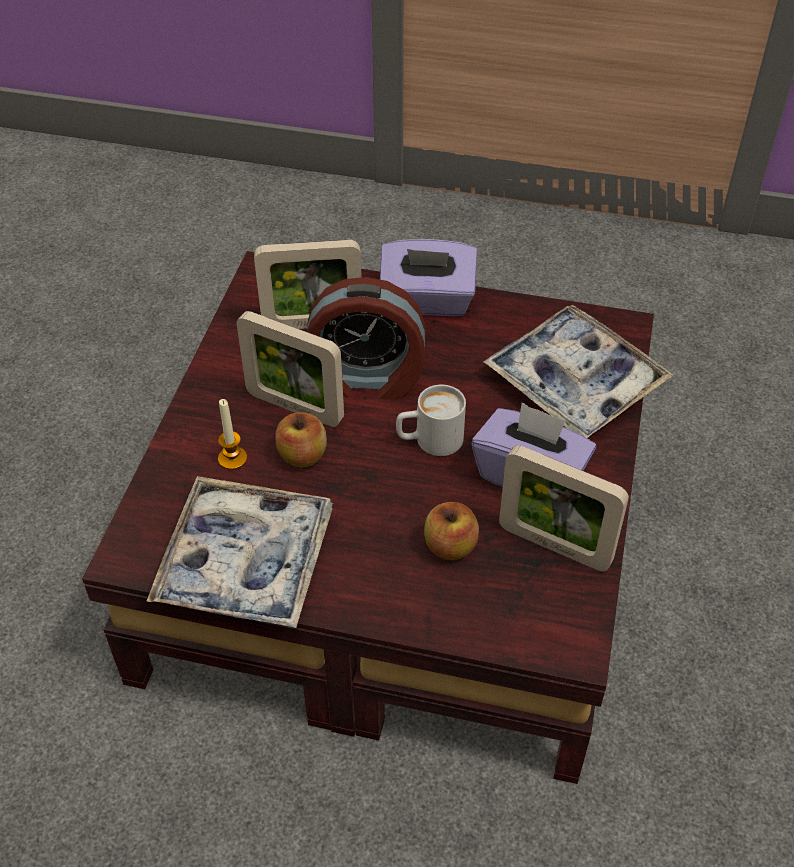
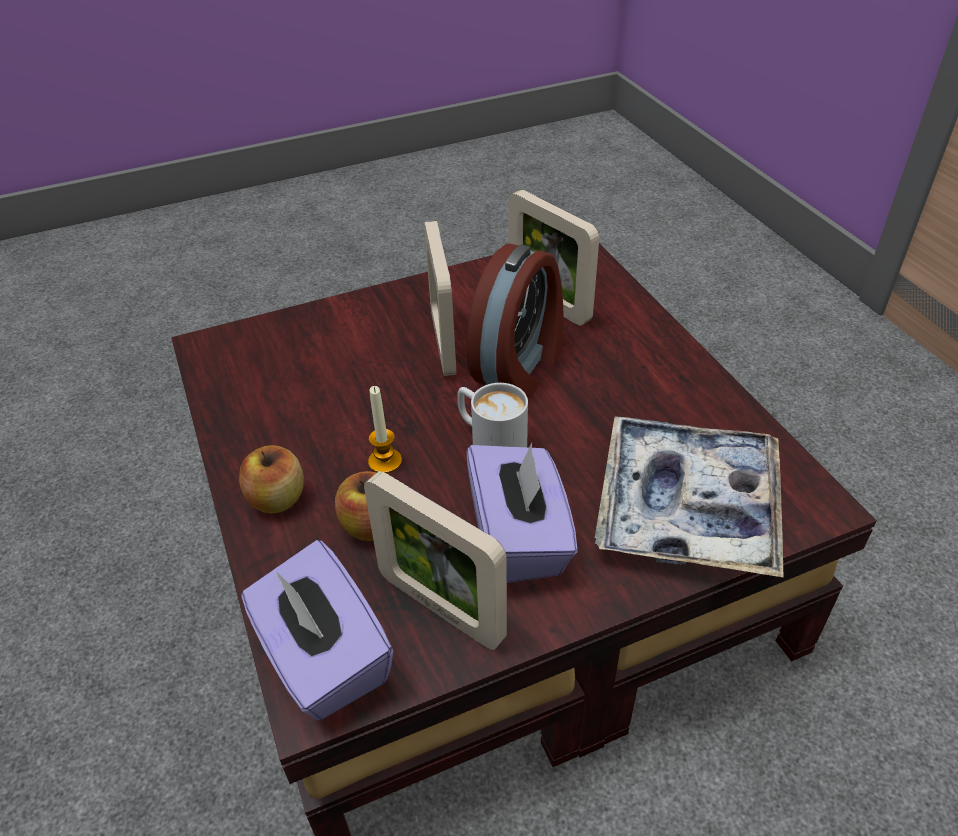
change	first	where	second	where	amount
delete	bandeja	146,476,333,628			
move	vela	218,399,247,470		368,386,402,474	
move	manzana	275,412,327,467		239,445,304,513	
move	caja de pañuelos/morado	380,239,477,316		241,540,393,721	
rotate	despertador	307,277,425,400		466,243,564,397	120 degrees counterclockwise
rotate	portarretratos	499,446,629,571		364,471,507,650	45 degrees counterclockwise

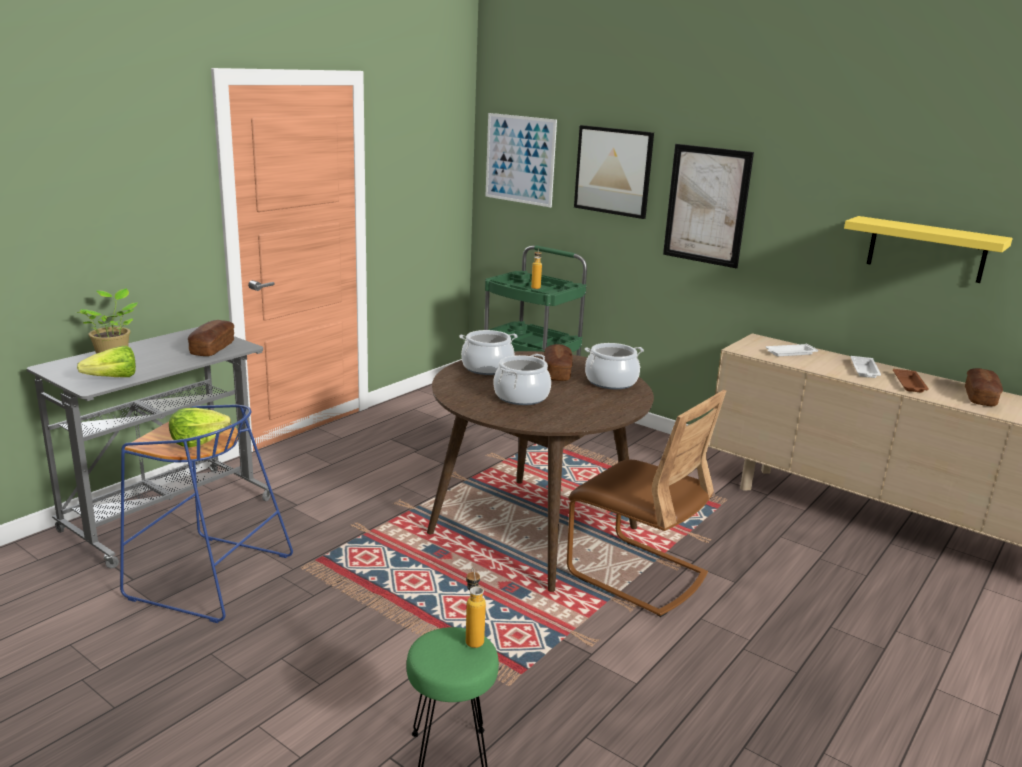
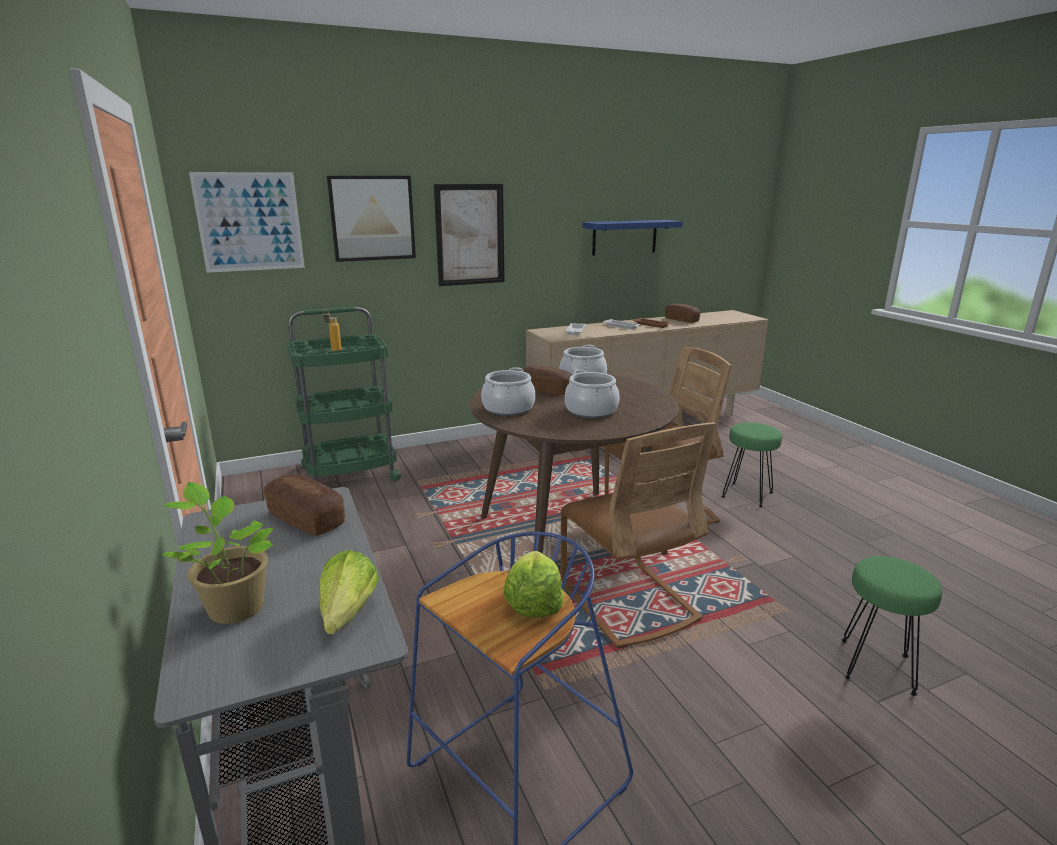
change	first	where	second	where	amount
delete	botella	466,567,486,648			
insert			silla/marrón	561,422,716,648	
insert			taburete/verde	721,422,782,508	
recolor	estante/amarillo	844,216,1013,283	estante/azul	582,220,683,255	

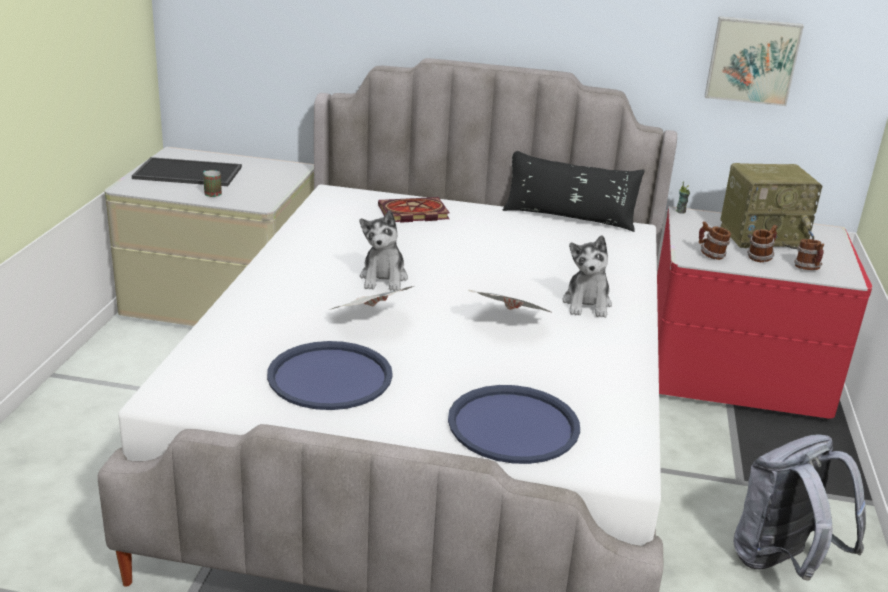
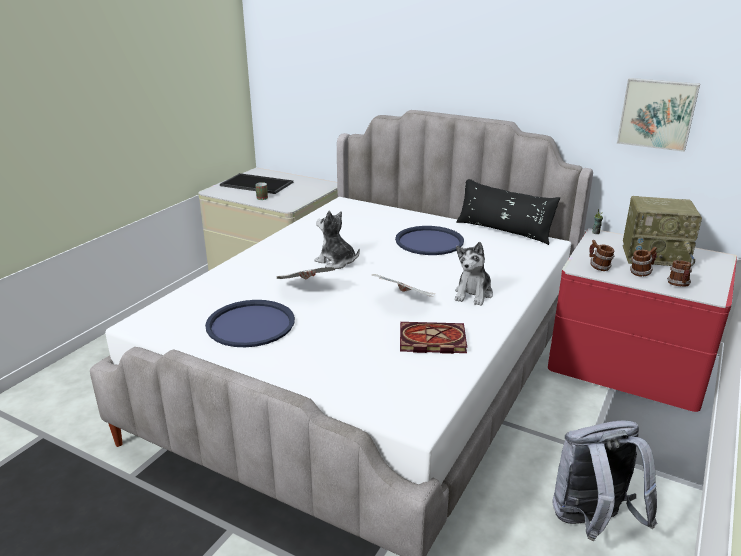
change	first	where	second	where	amount
move	libro	378,197,450,223		400,322,467,354	
move	bandeja/azul	448,385,580,464		395,226,464,255	
rotate	peluche	360,210,408,291		314,211,360,269	105 degrees clockwise

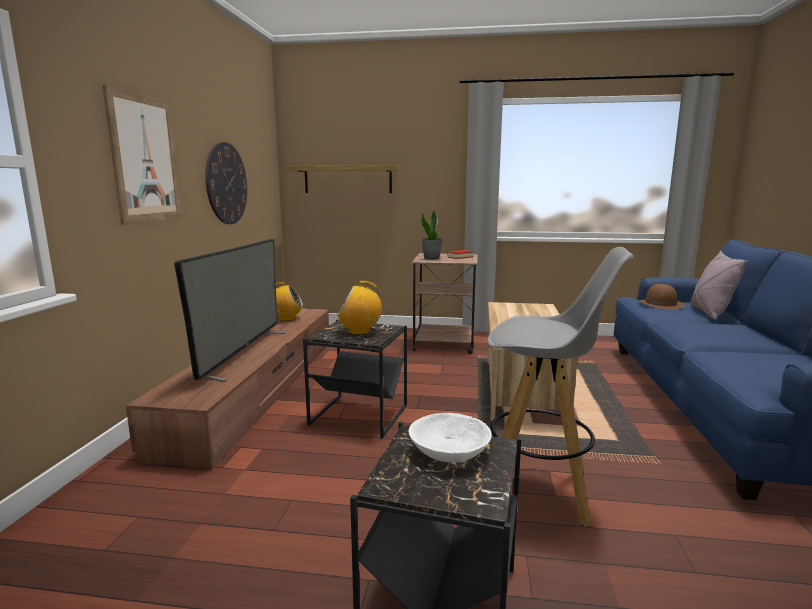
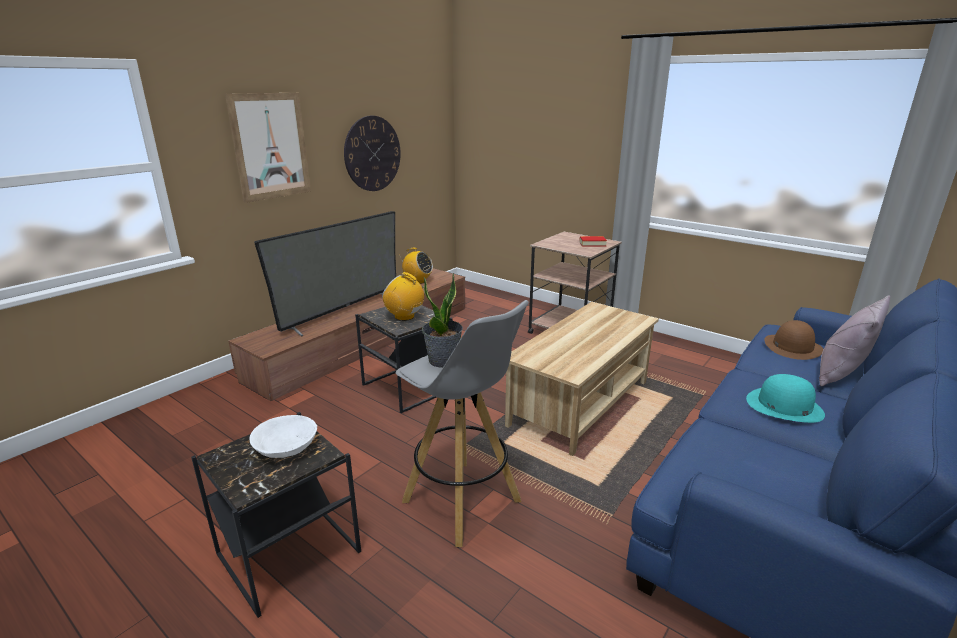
change	first	where	second	where	amount
delete	estante	287,165,401,193			
insert			sombrero/turquesa	746,374,825,423	
move	planta en maceta	421,210,443,260		422,273,463,368	

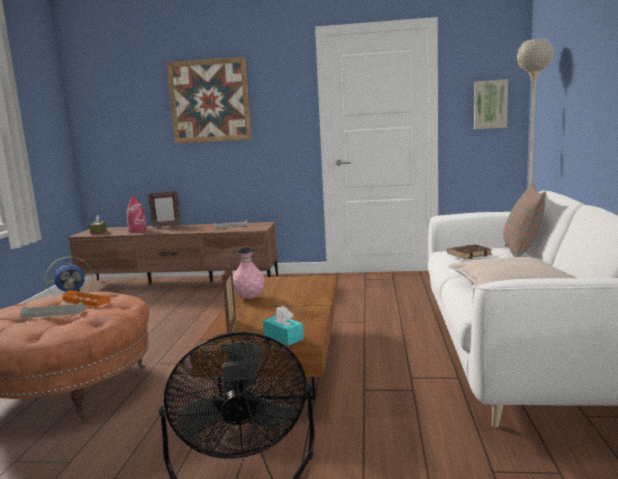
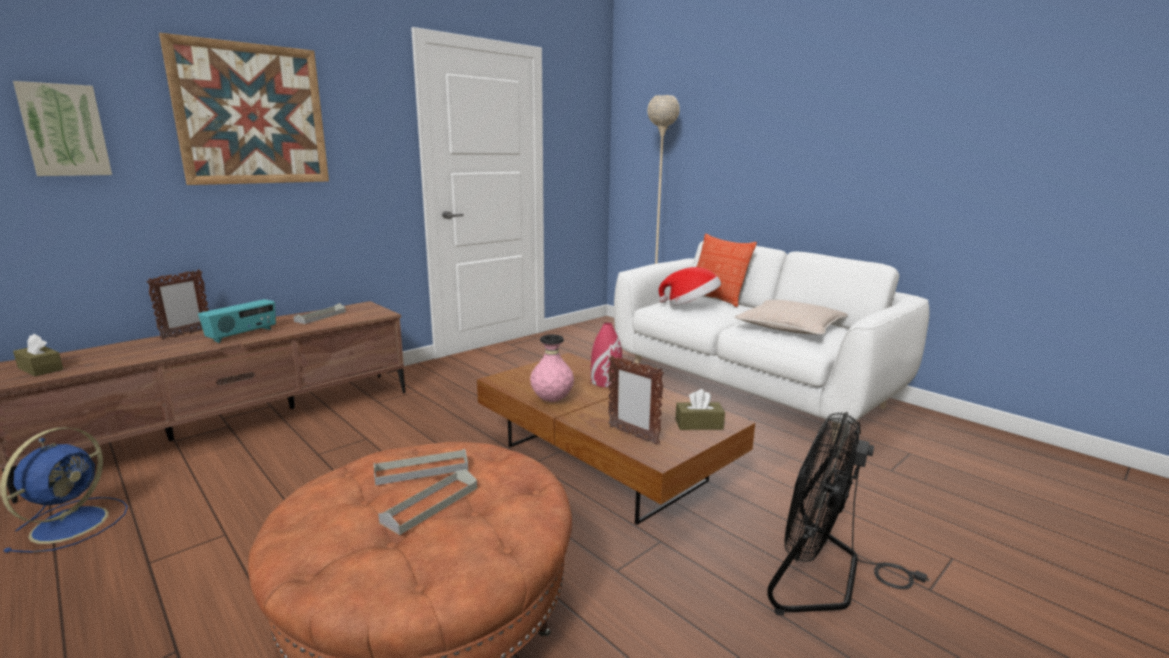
change	first	where	second	where	amount
insert			radio	198,299,276,343	
move	florero/rojo	127,197,147,232		591,322,623,387	
move	cuadro	474,79,508,129		13,81,112,176	
replace	libro/marrón	447,244,492,259	sombrero	659,267,721,306	
recolor	bandeja/naranja	63,290,111,307	bandeja/gris	374,449,468,485	
recolor	caja de pañuelos/turquesa	263,306,304,346	caja de pañuelos/marrón	675,389,725,430	
recolor	cojín/gris	503,183,546,257	cojín/naranja	696,234,757,307	

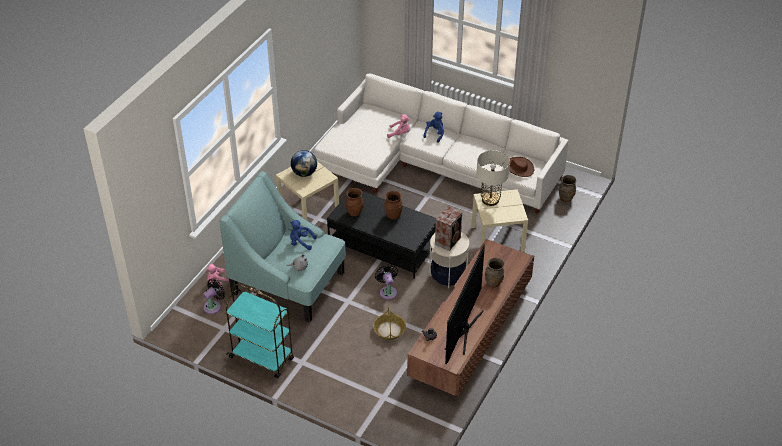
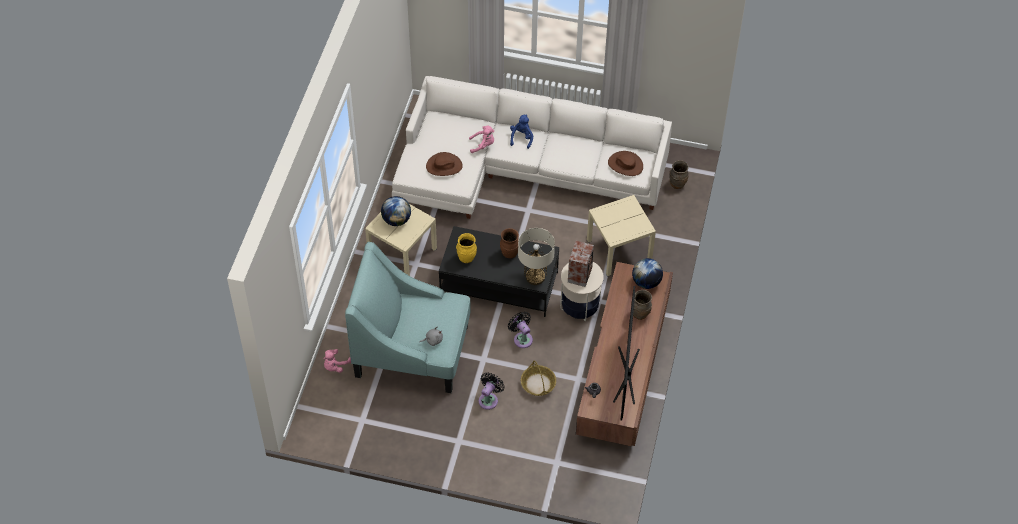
change	first	where	second	where	amount
delete	carrito/turquesa	226,284,294,378			
delete	peluche/azul	290,220,317,250			
insert			sombrero/marrón	426,152,463,176	
insert			globo terráqueo	632,258,663,289	
move	ventilador/negro	203,279,225,314		479,372,505,410	
move	lámpara de mesa	476,150,510,206		518,228,555,285	
recolor	florero/marrón	345,188,363,216	florero/amarillo	456,233,477,263	

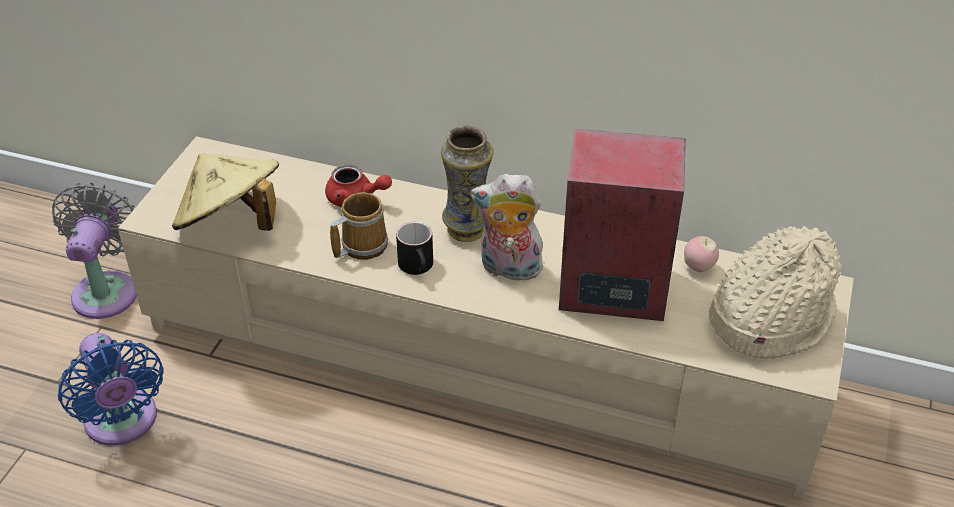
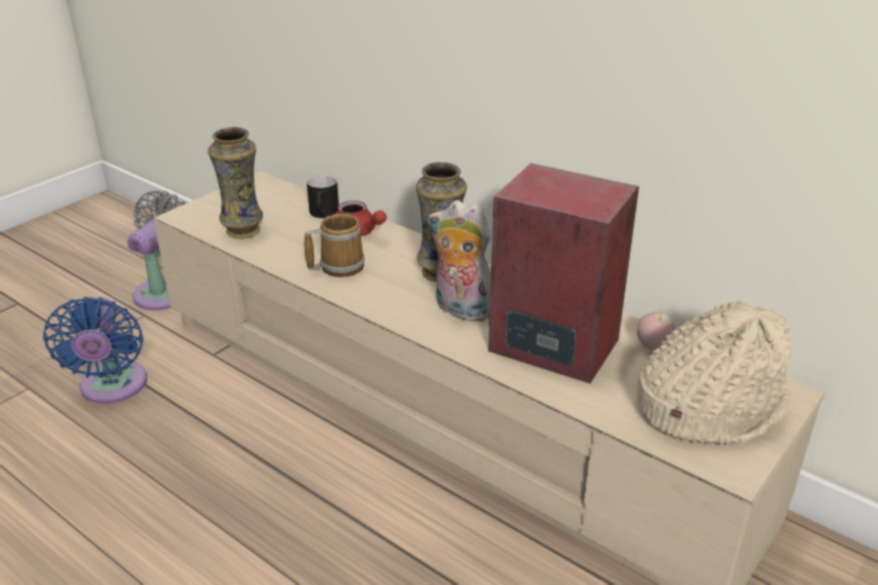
change	first	where	second	where	amount
move	taza grande/negro	396,222,433,275		307,175,339,218	
replace	sombrero/beis	172,153,279,231	florero	208,127,263,239	

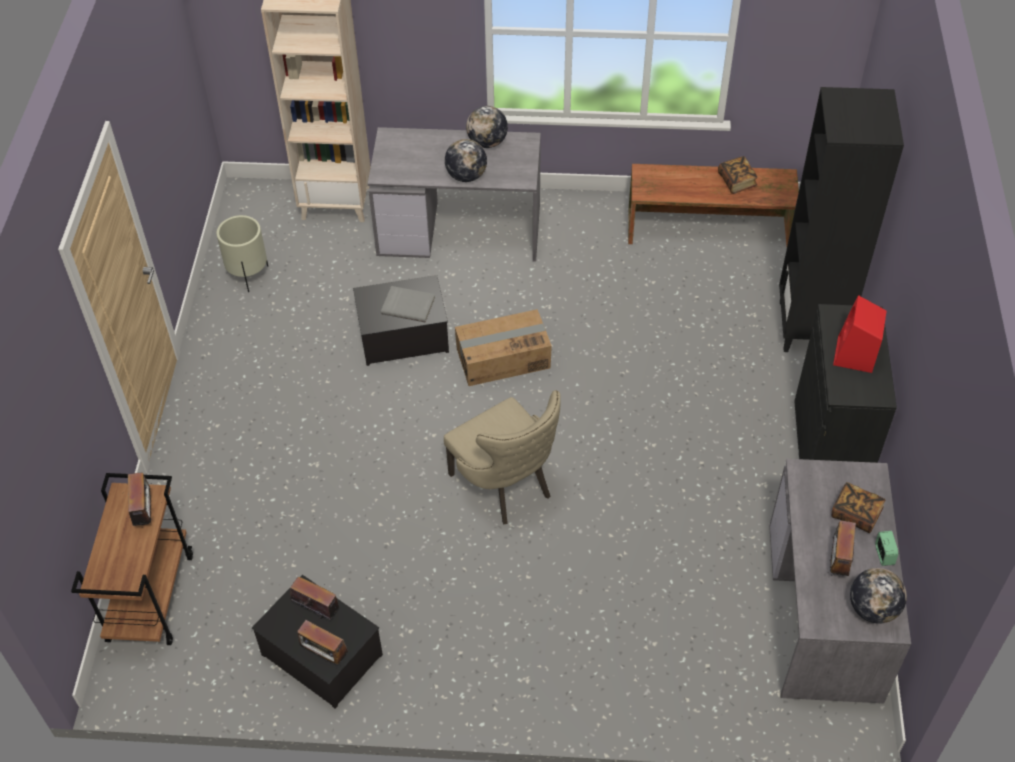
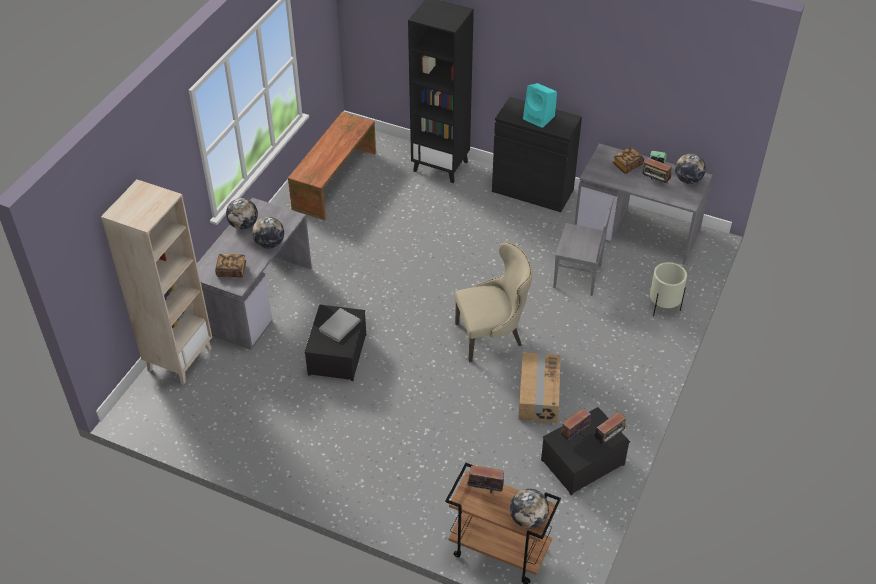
change	first	where	second	where	amount
insert			globo terráqueo	510,489,549,529	
insert			silla/gris	553,196,614,296	
move	maceta/beis	216,215,268,292		650,262,687,316	
move	caja de cartón	455,309,552,386		518,352,561,423	
move	libro	718,156,758,194		215,254,246,278	
recolor	altavoz/rojo	833,295,887,373	altavoz/turquesa	523,83,557,128	

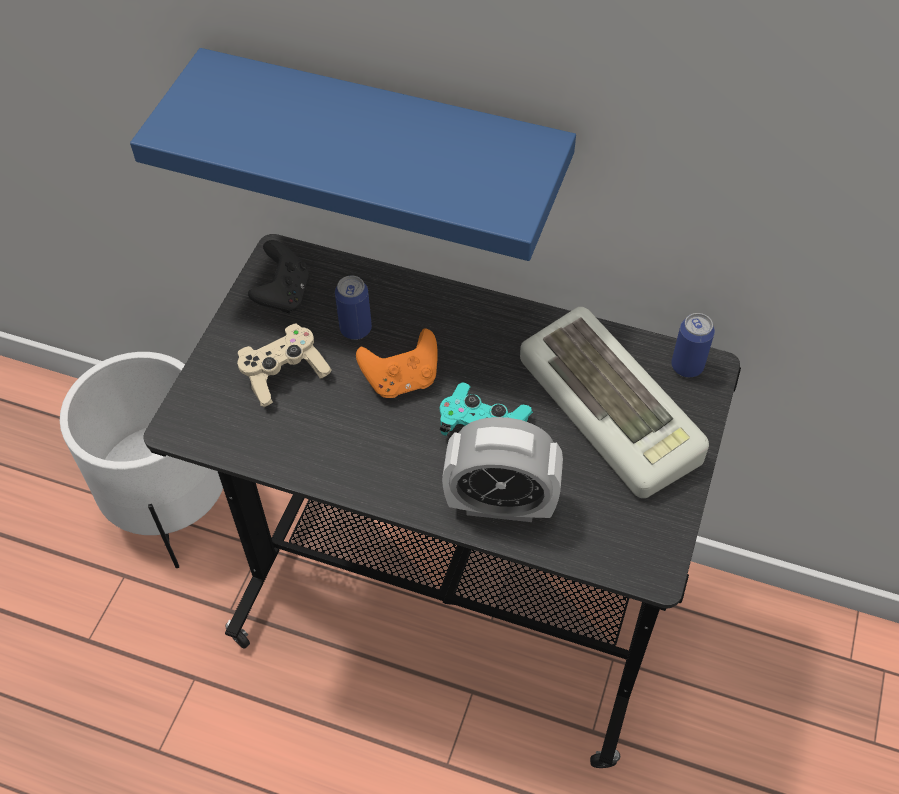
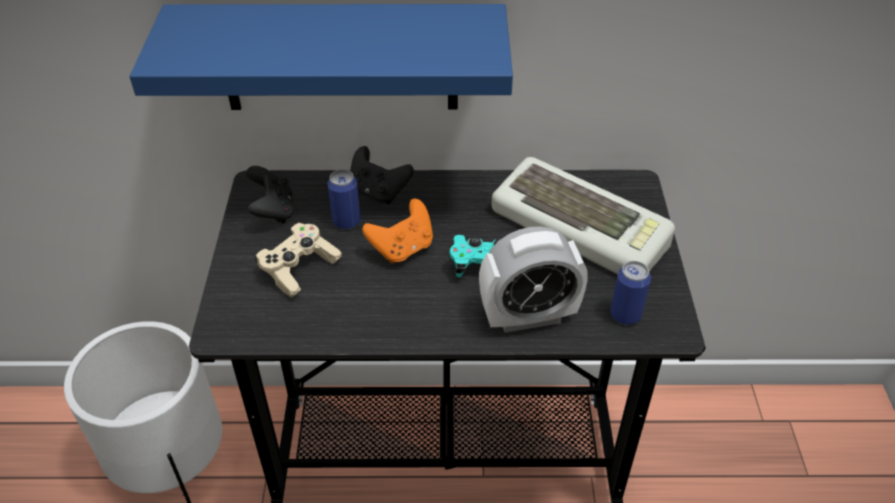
change	first	where	second	where	amount
insert			mando de consola/negro	350,146,414,204	
move	lata	671,313,715,378		611,261,651,325	

